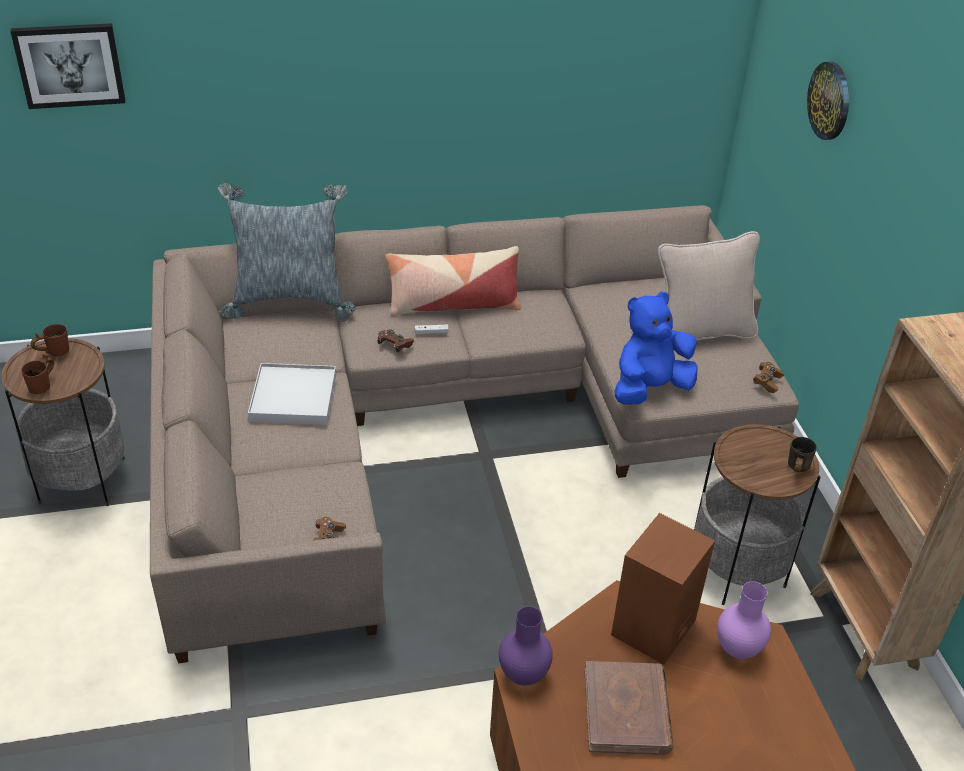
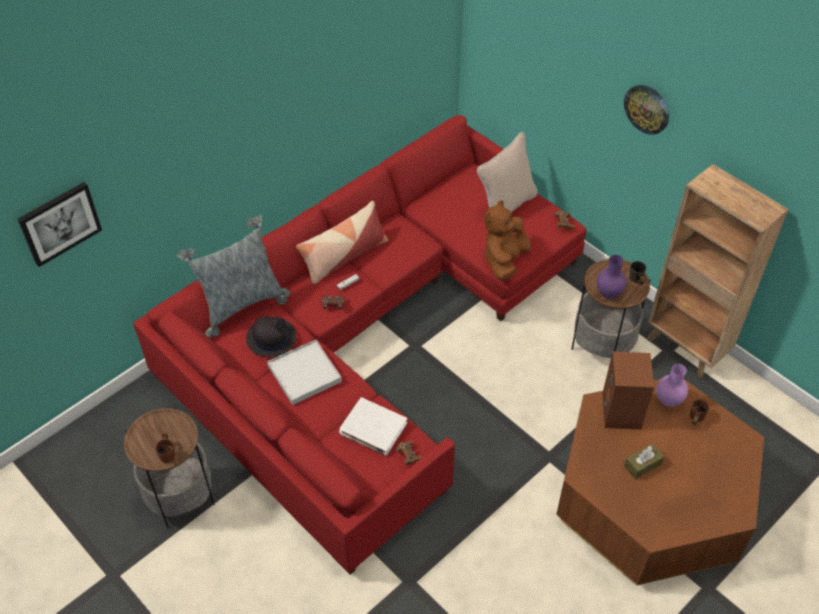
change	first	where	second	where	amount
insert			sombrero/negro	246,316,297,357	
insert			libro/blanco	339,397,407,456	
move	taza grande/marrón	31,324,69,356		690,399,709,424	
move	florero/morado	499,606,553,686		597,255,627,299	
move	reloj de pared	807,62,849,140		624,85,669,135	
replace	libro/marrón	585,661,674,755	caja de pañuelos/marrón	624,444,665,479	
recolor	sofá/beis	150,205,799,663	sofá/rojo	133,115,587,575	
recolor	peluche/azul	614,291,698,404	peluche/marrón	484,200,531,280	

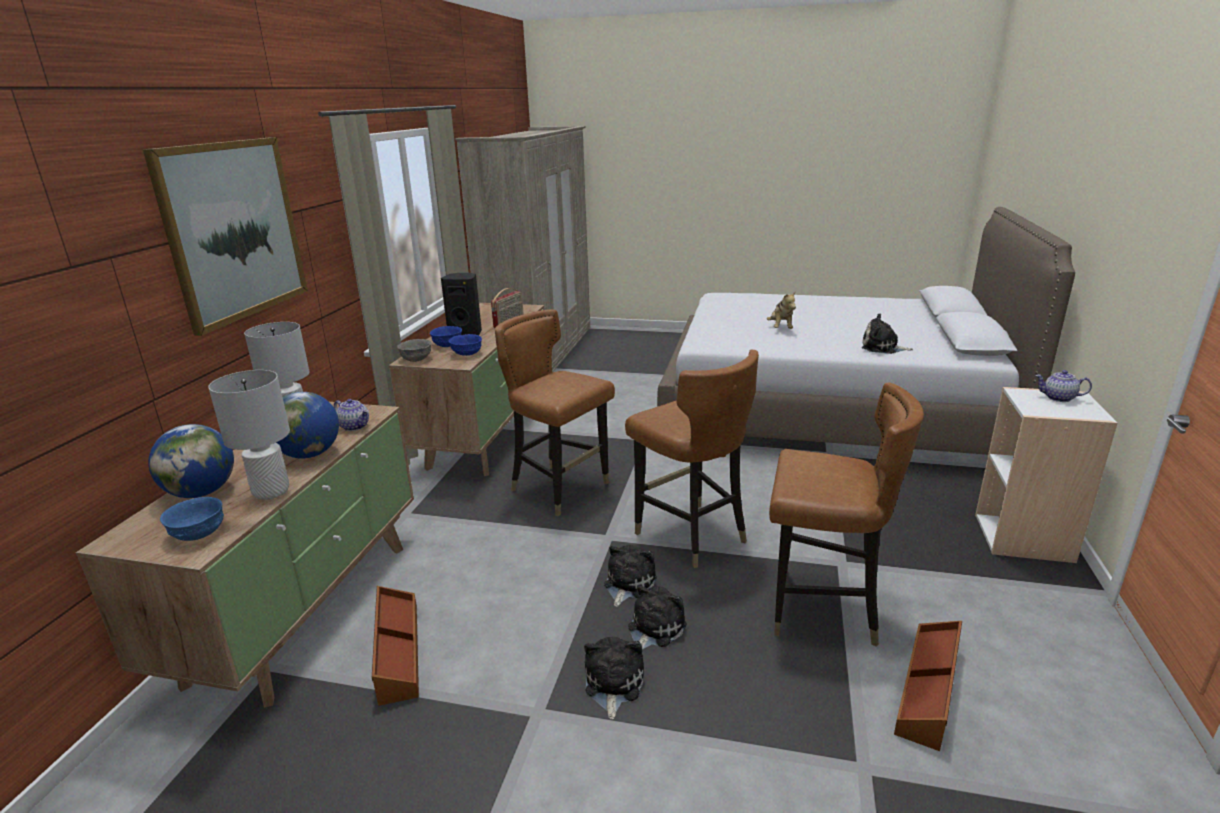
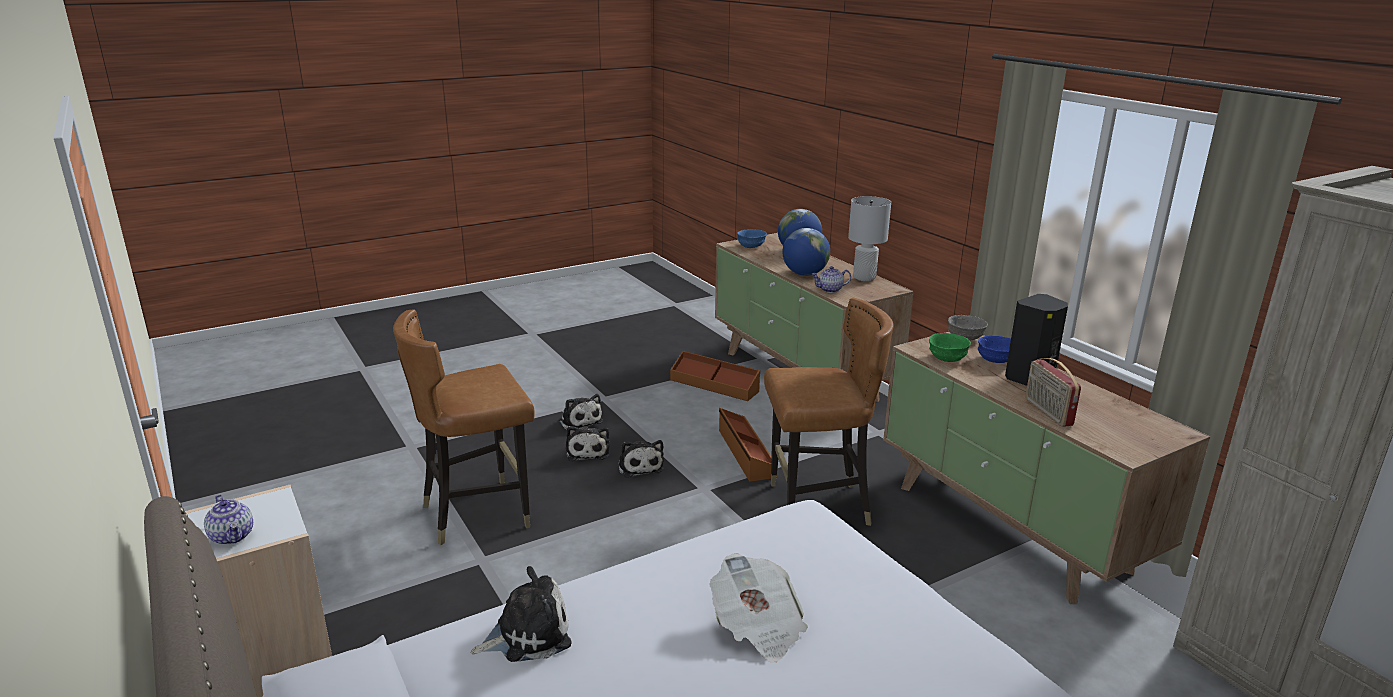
change	first	where	second	where	amount
delete	cuadro	143,137,308,336			
delete	lámpara de mesa/gris	208,370,290,500			
delete	silla/marrón	625,350,759,568			
move	caja de almacenaje/marrón	894,621,962,751		719,408,778,482	
replace	peluche	767,291,796,329	periódico	709,553,808,663	
recolor	cuenco/azul	448,334,482,356	cuenco/verde	929,333,971,362	
rotate	tetera	1035,370,1092,402		204,495,253,545	75 degrees clockwise

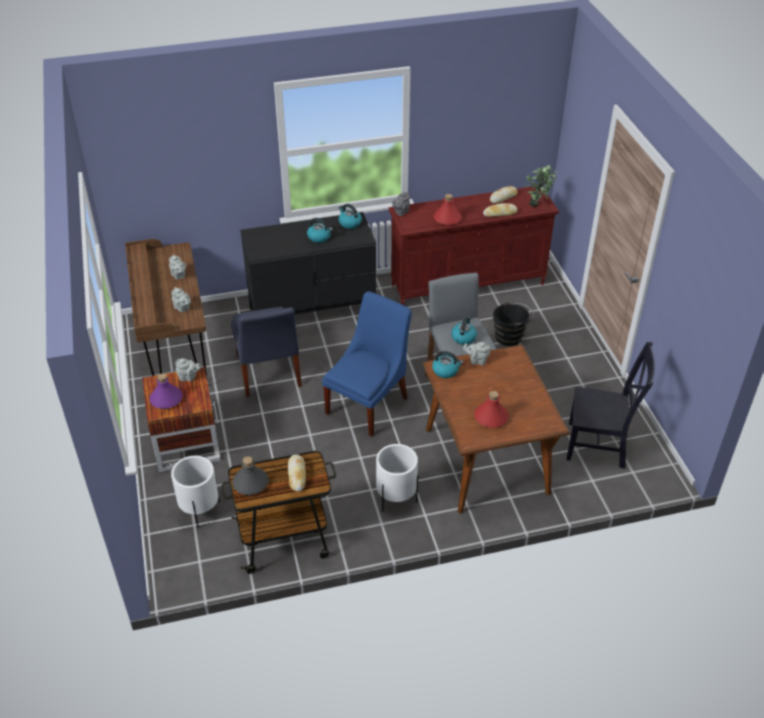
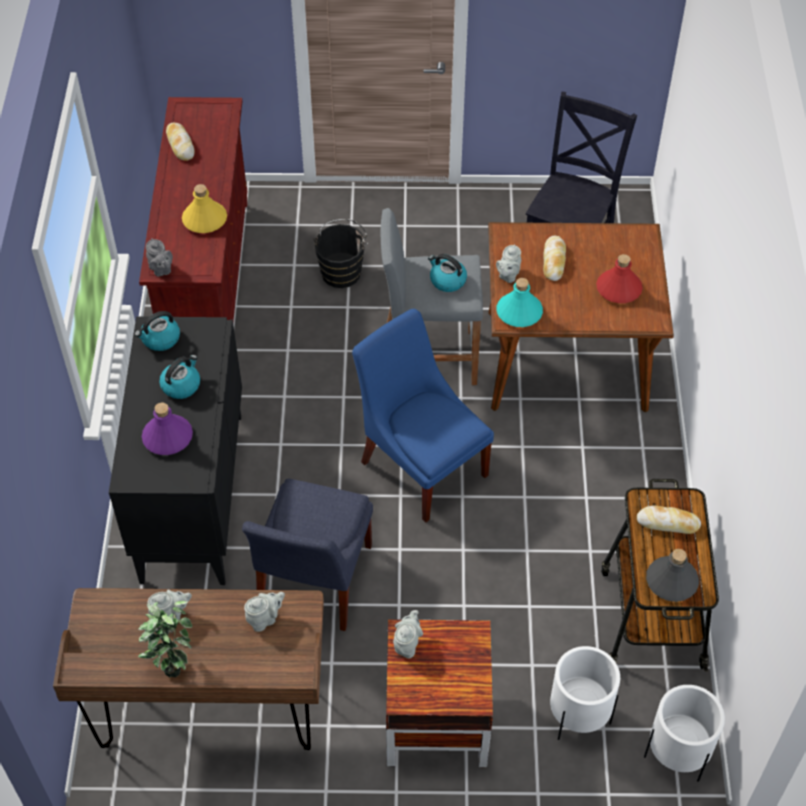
change	first	where	second	where	amount
move	botella/morado	150,374,183,409		142,403,193,455	
move	maceta/blanco	376,444,418,512		644,685,725,782	
move	pan	483,203,518,217		543,236,566,281	
move	planta en maceta	526,165,557,207		138,601,192,678	
replace	hervidor	432,351,463,378	botella/turquesa	497,278,543,327	
recolor	botella/rojo	433,194,462,226	botella/amarillo	182,184,227,233	
rotate	silla/azul	231,307,302,397		242,479,373,631	105 degrees clockwise

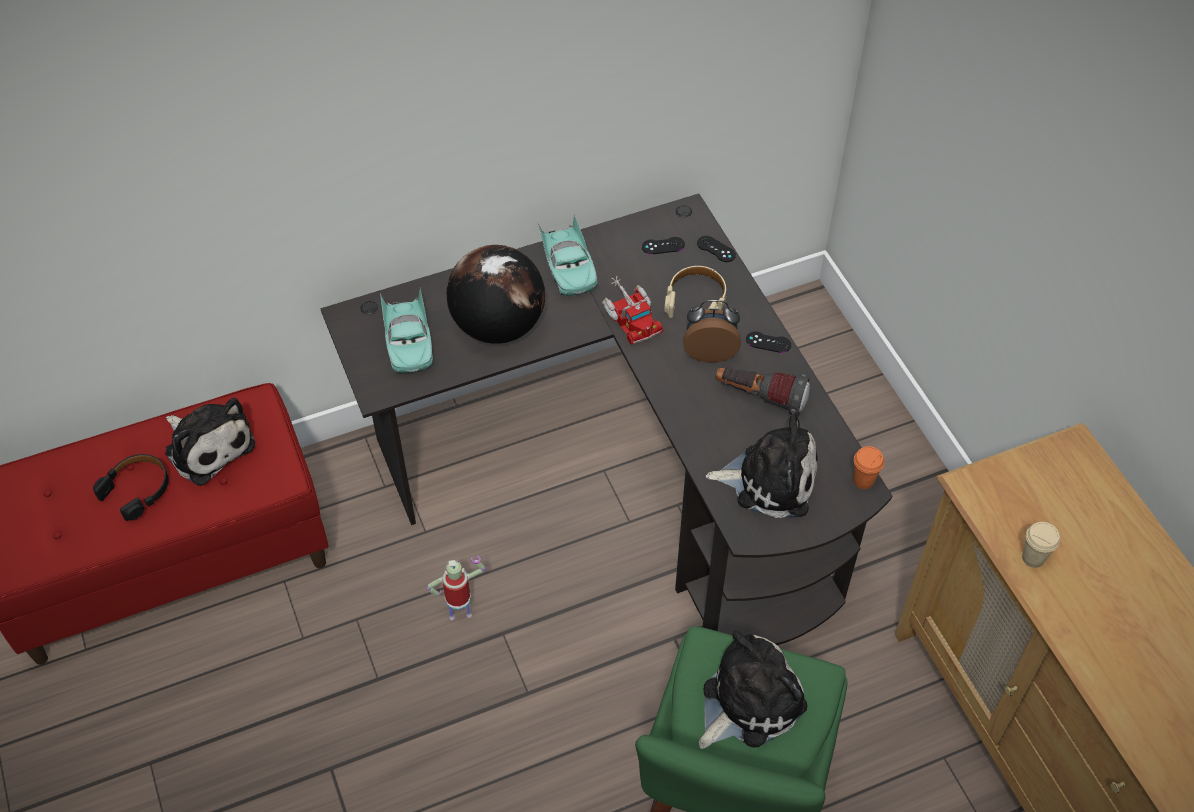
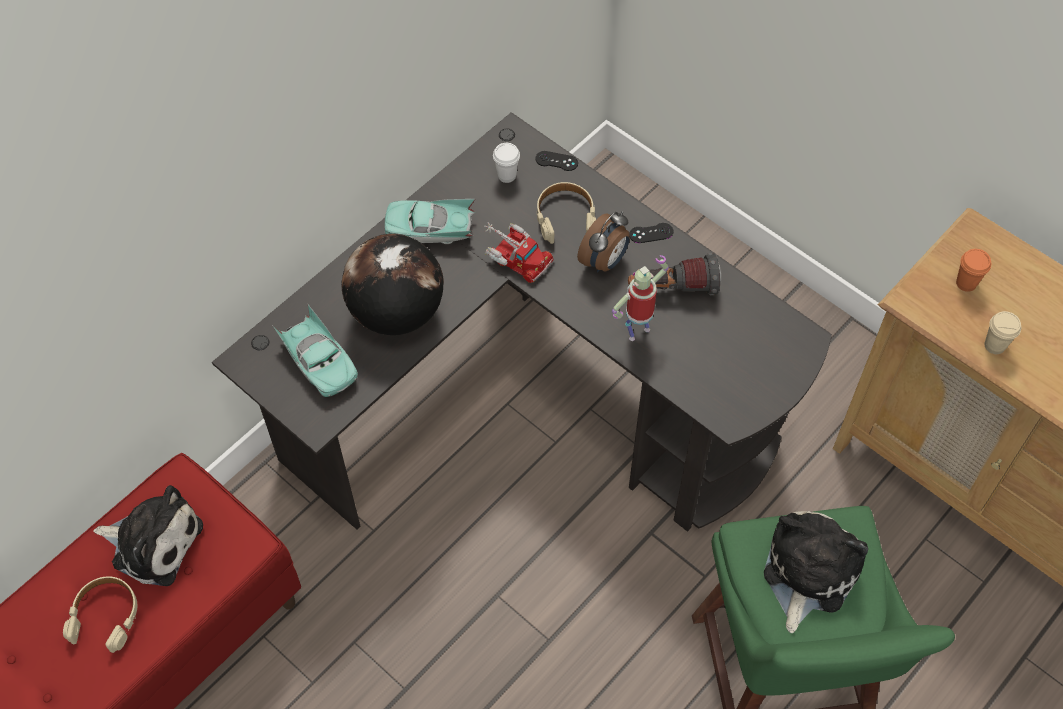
change	first	where	second	where	amount
delete	peluche	706,414,818,518			
move	robot de juguete	426,556,486,620		612,255,669,341	
move	taza/naranja	854,446,884,489		956,249,991,292	
replace	mando de consola/negro	642,237,685,254	taza/blanco	493,143,520,183	
recolor	auriculares/negro	93,454,169,521	auriculares/beis	63,576,137,653	
rotate	coche de juguete/turquesa	537,214,598,296		385,199,476,244	135 degrees clockwise
rotate	despertador	684,300,741,363		577,211,630,273	150 degrees clockwise

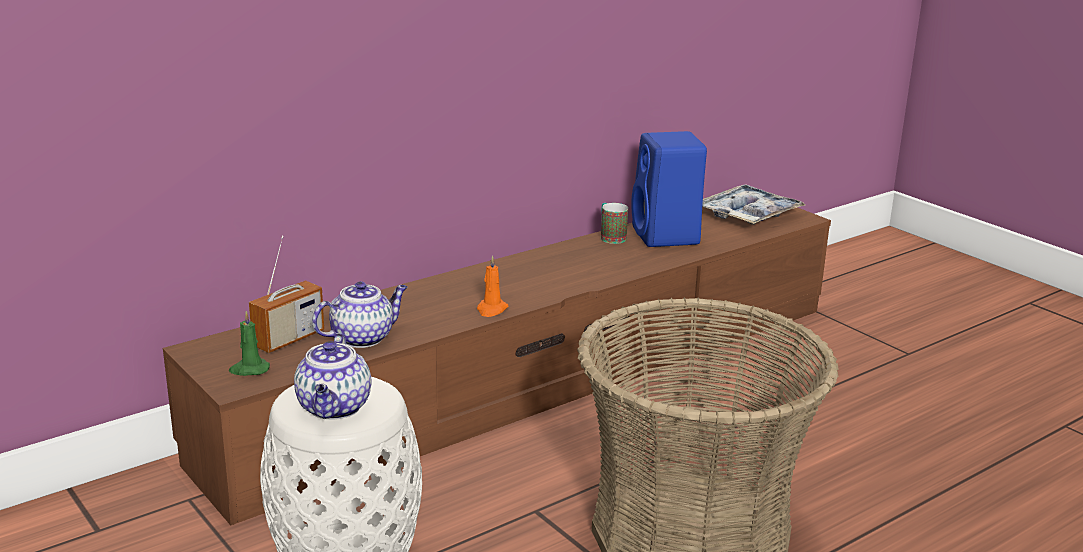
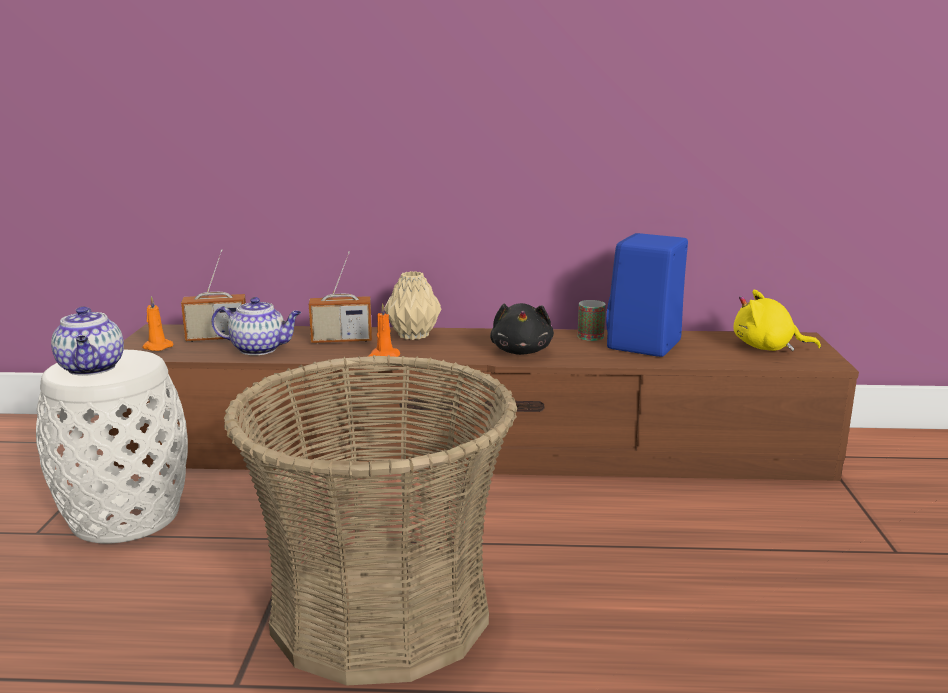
change	first	where	second	where	amount
insert			radio	309,251,372,344	
insert			florero/beis	384,271,441,340	
insert			peluche/negro	490,303,554,355	
replace	bandeja	702,185,806,225	peluche/amarillo	734,290,821,351	
recolor	vela/verde	229,311,270,376	vela/naranja	142,296,173,351	
rotate	tetera	294,333,372,420		51,306,124,376	60 degrees counterclockwise

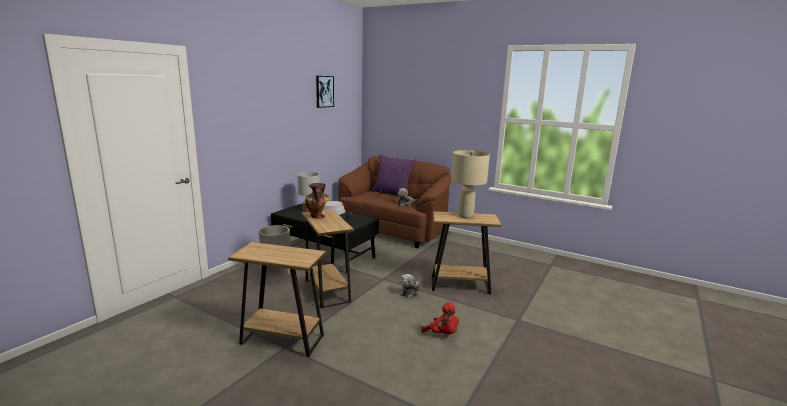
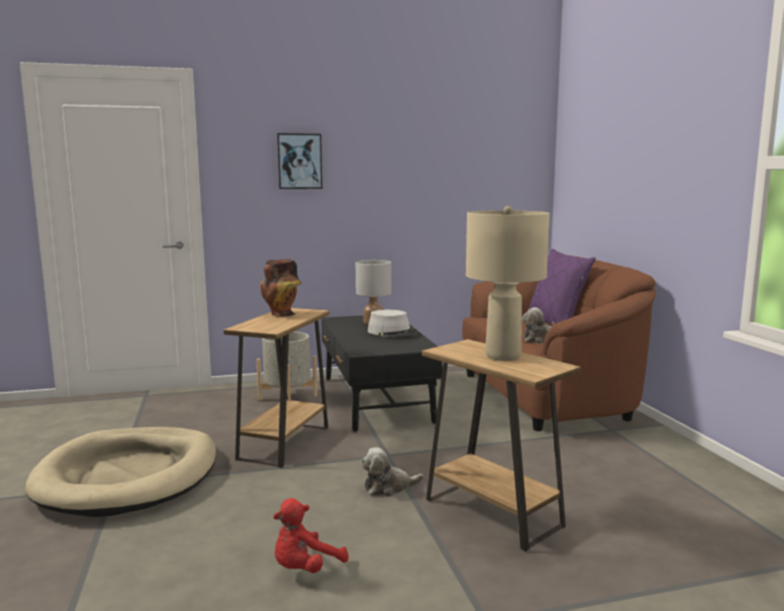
change	first	where	second	where	amount
move	cuadro	316,76,334,108		277,133,322,189	
replace	mesa auxiliar/marrón	228,242,326,357	cama para perro/beis	25,427,216,517	
rotate	peluche/rojo	421,302,459,334		273,498,348,573	45 degrees clockwise

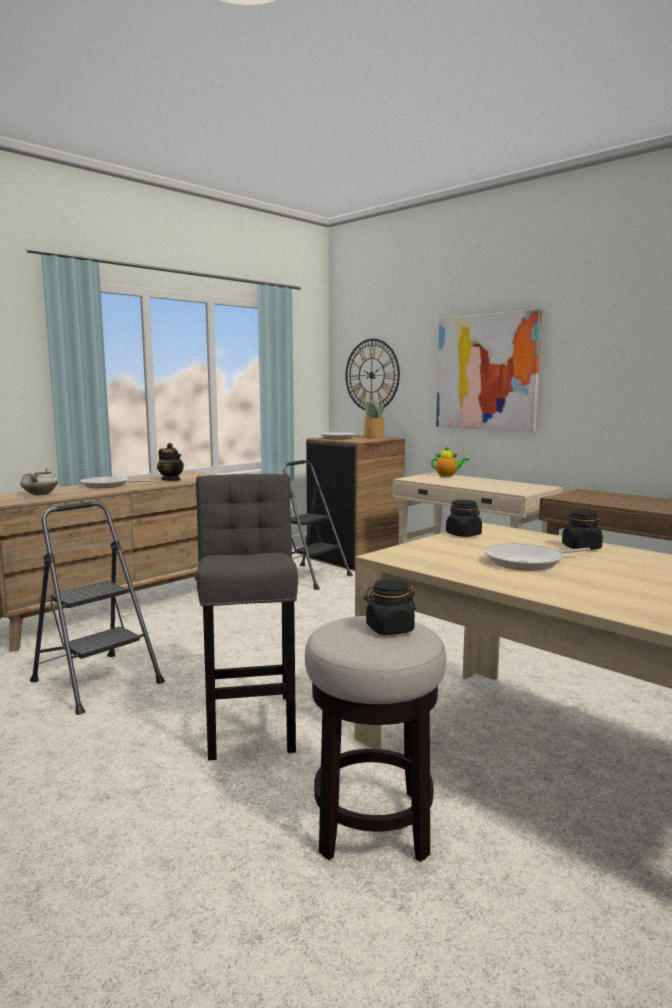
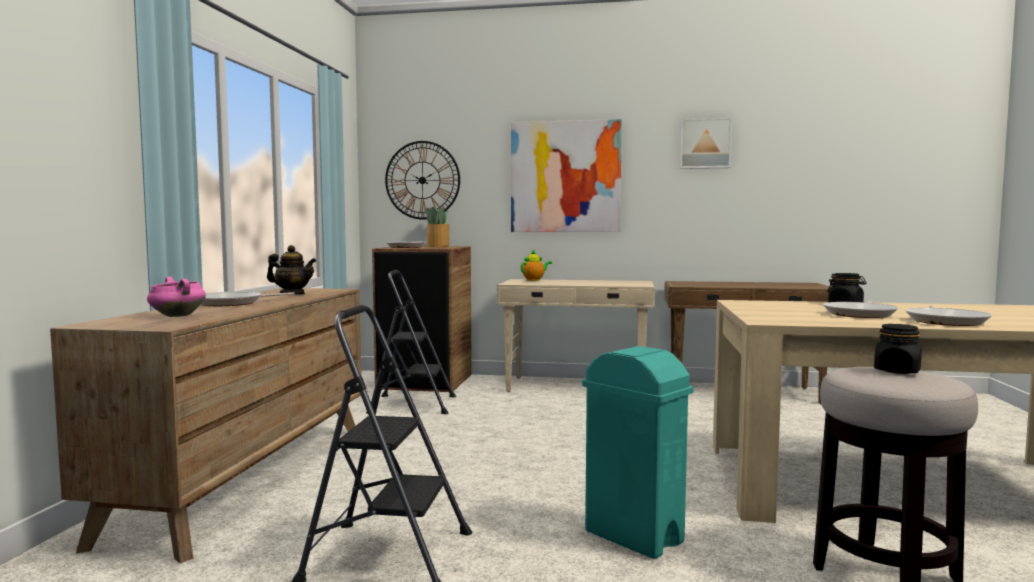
change	first	where	second	where	amount
delete	tarro/negro	446,500,482,537			
insert			cuadro	680,117,732,169	
insert			sartén	905,305,992,326	
replace	taburete/gris	196,474,298,760	papelera/turquesa	582,346,693,559	
recolor	olla/blanco	20,468,58,496	olla/rosa	147,277,206,317	

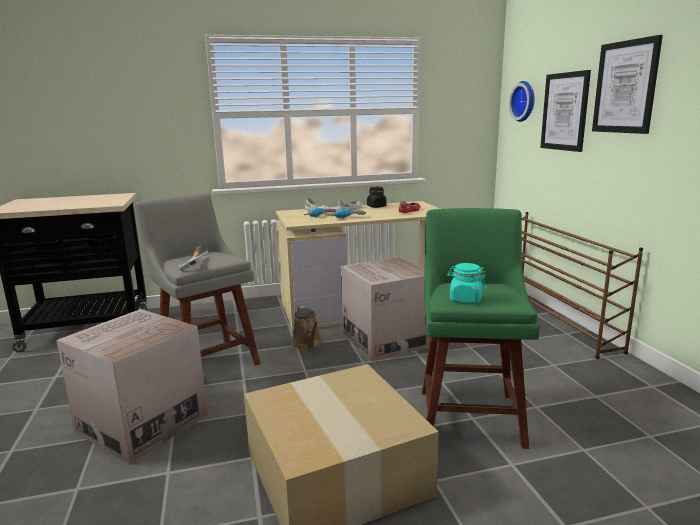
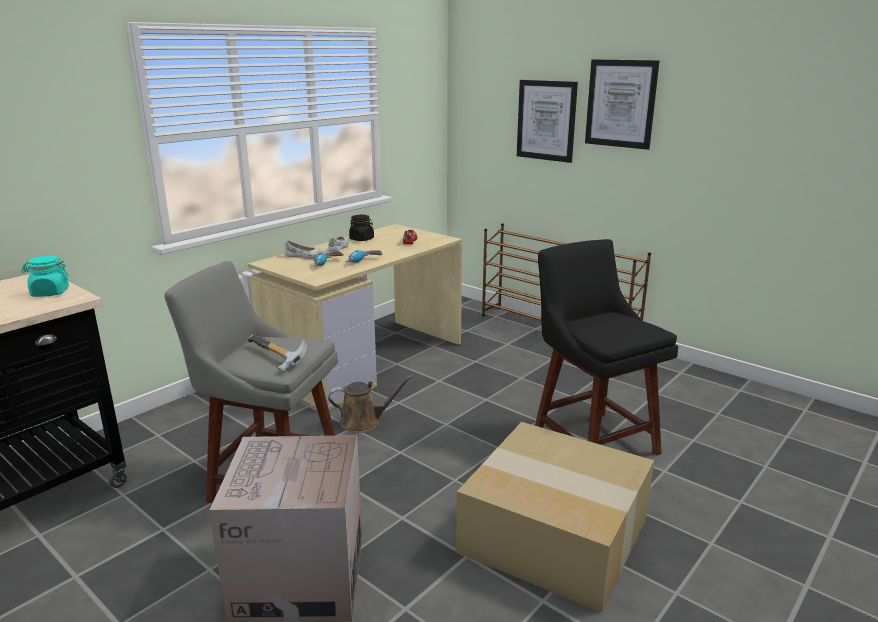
change	first	where	second	where	amount
delete	caja de cartón	341,257,431,361			
delete	reloj de pared	509,81,535,122			
move	tarro/turquesa	447,263,486,303		21,256,70,297	
recolor	taburete/verde	422,208,540,449	taburete/negro	535,239,678,455	
rotate	regadera/marrón	291,306,322,350		328,375,413,433	45 degrees counterclockwise

